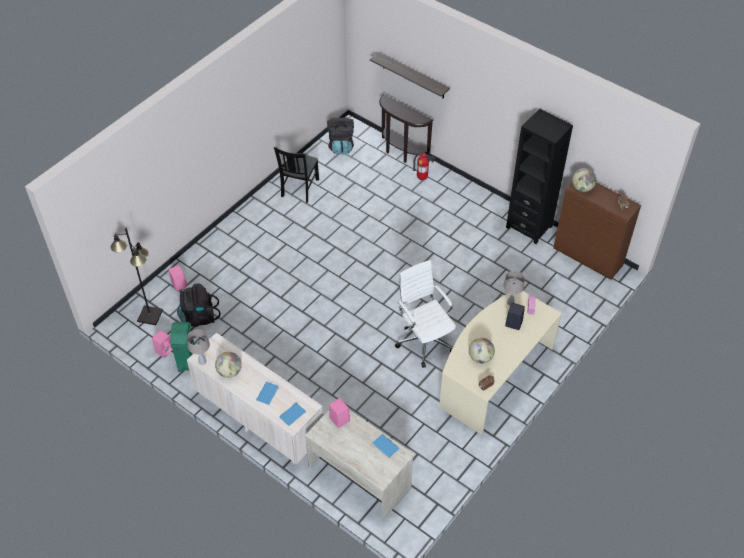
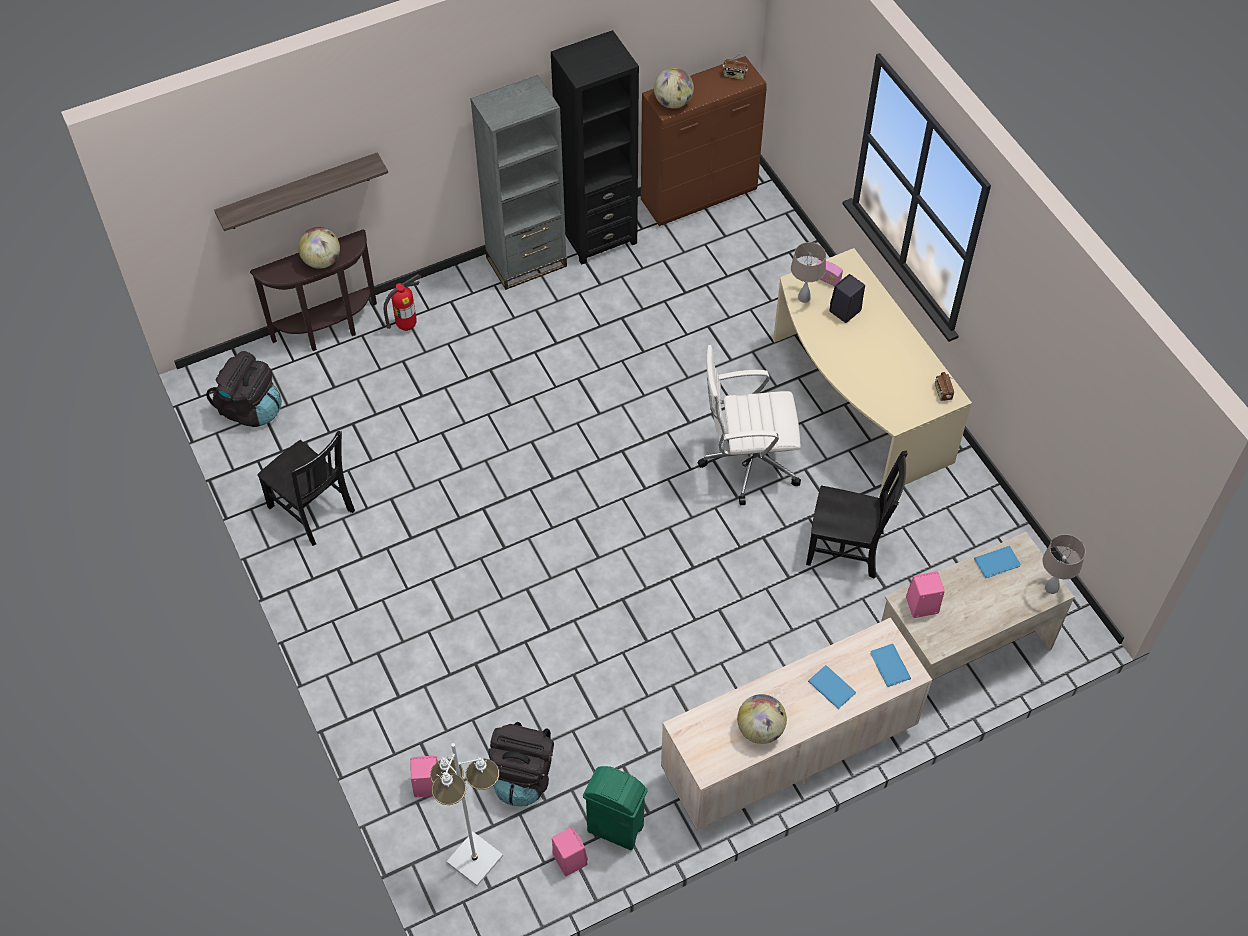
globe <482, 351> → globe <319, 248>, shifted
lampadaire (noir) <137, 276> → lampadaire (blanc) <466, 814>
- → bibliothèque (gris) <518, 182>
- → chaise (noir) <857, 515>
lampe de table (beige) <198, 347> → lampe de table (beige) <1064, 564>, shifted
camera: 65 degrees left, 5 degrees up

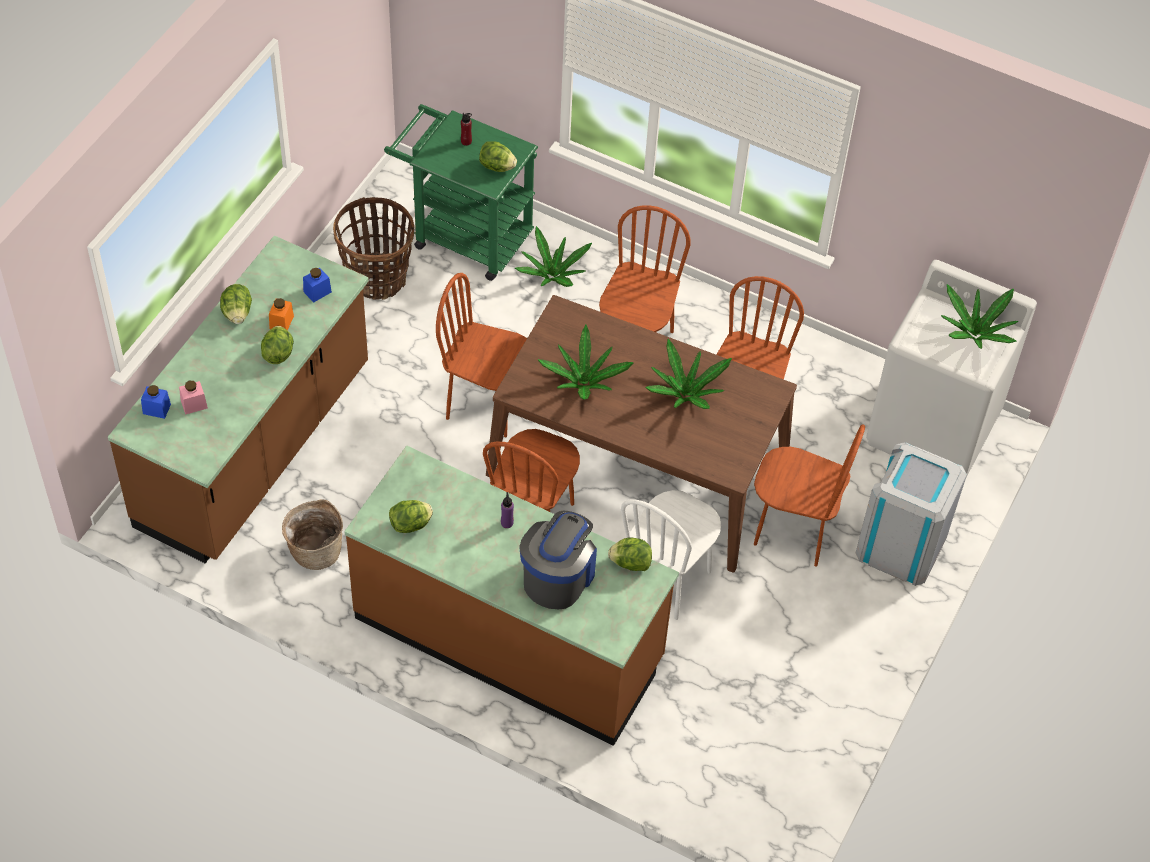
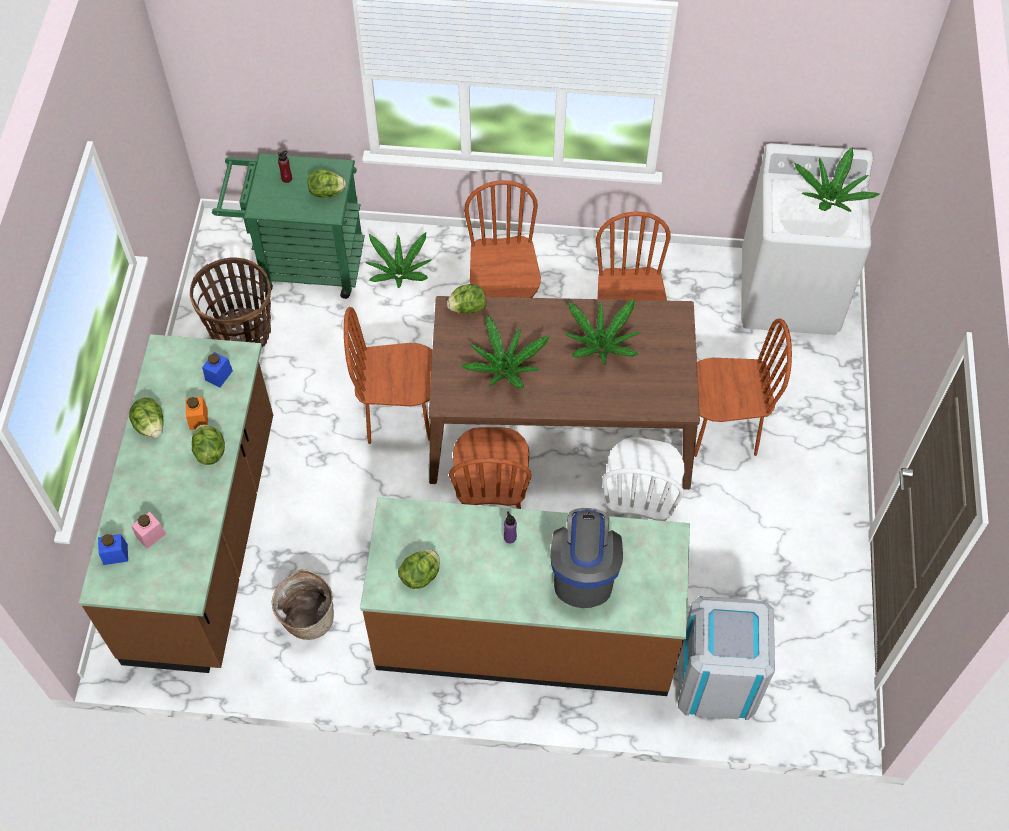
laitue <630, 554> → laitue <466, 298>, shifted
poubelle (gris) <911, 514> → poubelle (gris) <726, 658>, shifted
camera: 20 degrees left, 5 degrees up

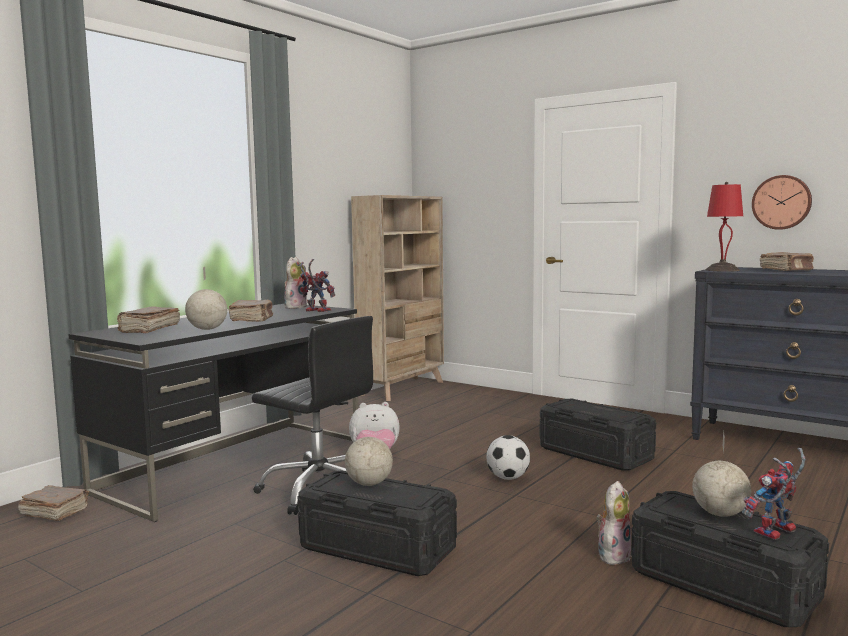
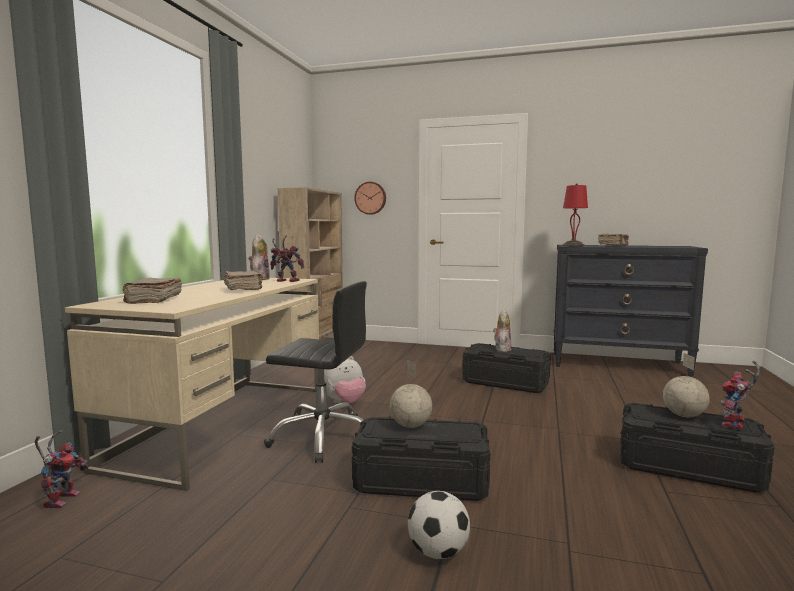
livre (marron) <53, 503> → robot jouet <61, 469>
bureau (noir) <213, 413> → bureau (beige) <192, 384>
horloge murale <782, 202> → horloge murale <370, 198>, shifted
ballon de foot <508, 457> → ballon de foot <439, 525>, shifted
peluche <613, 523> → peluche <502, 330>, shifted
globe <206, 298> → -
camera: 20 degrees left, 0 degrees up

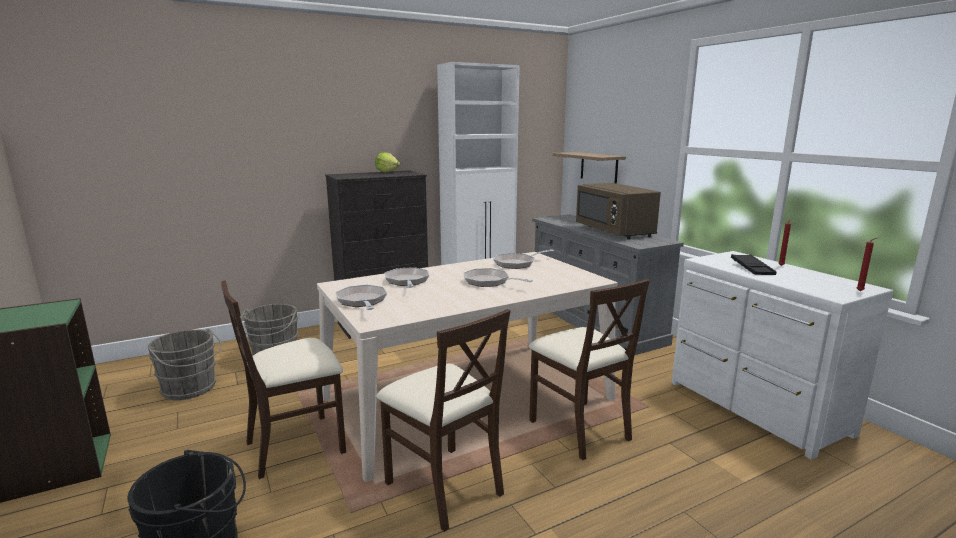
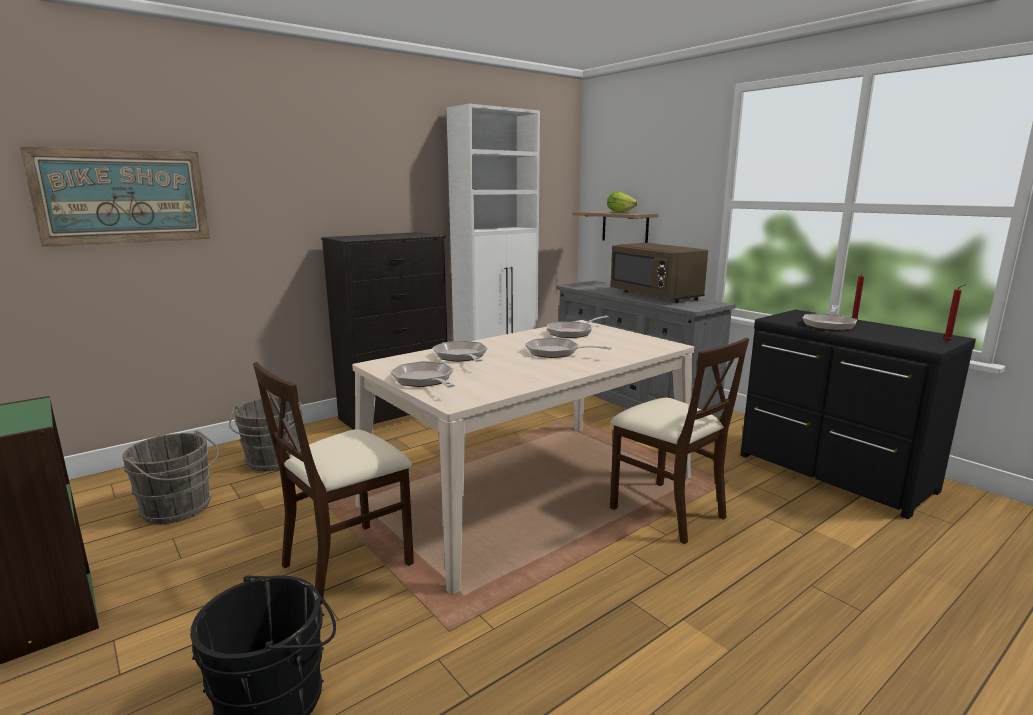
- → tableau <115, 196>
laitue <387, 162> → laitue <622, 202>, shifted
commode (blanc) <783, 355> → commode (noir) <858, 414>
plateau (noir) <754, 264> → poêle <830, 318>
chaise (beige) <443, 420> → -
camera: 10 degrees left, 0 degrees up

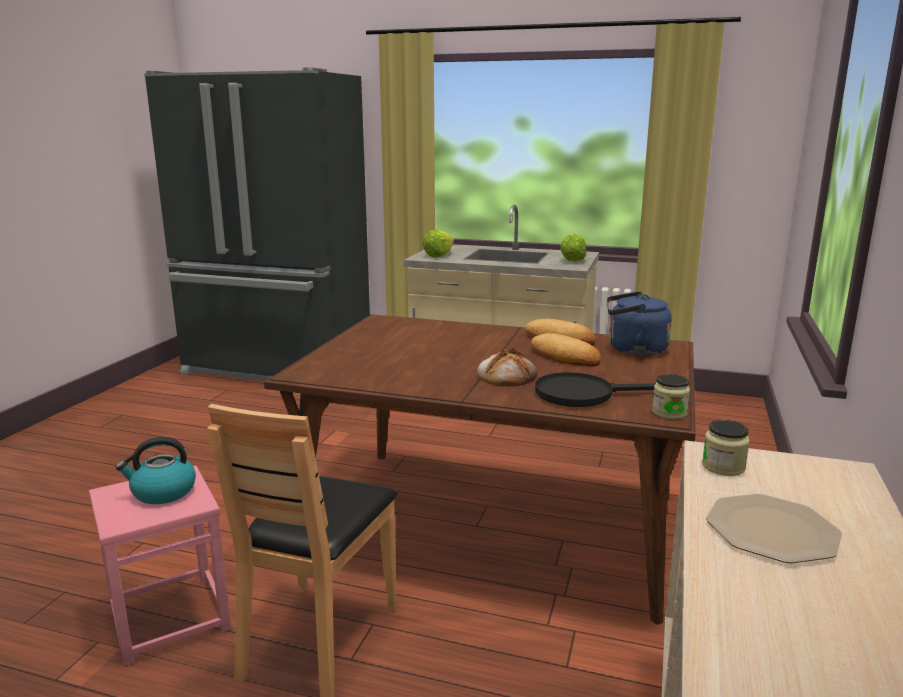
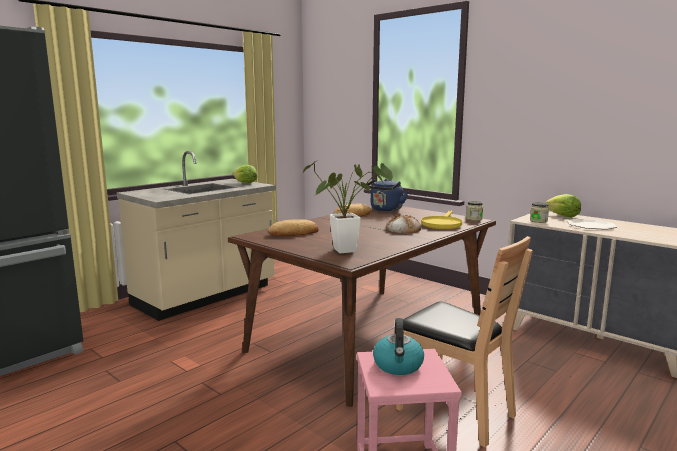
pain <566, 349> → pain <293, 228>, shifted
- → plante en pot <348, 207>
poêle (noir) <595, 389> → poêle (jaune) <441, 219>
laitue <438, 243> → laitue <563, 205>, shifted
camera: 65 degrees left, 5 degrees down

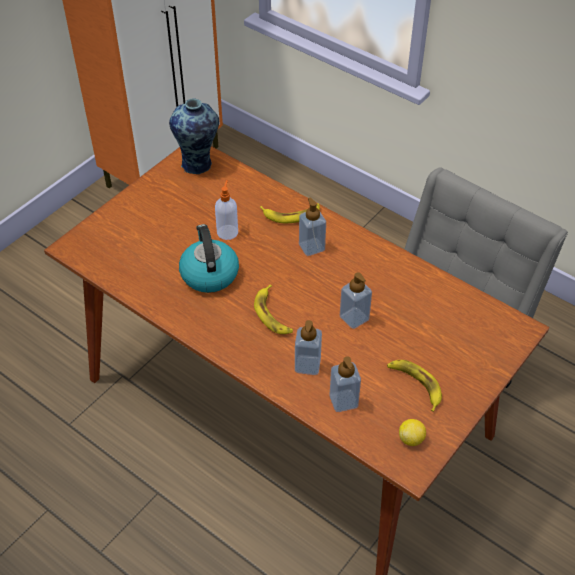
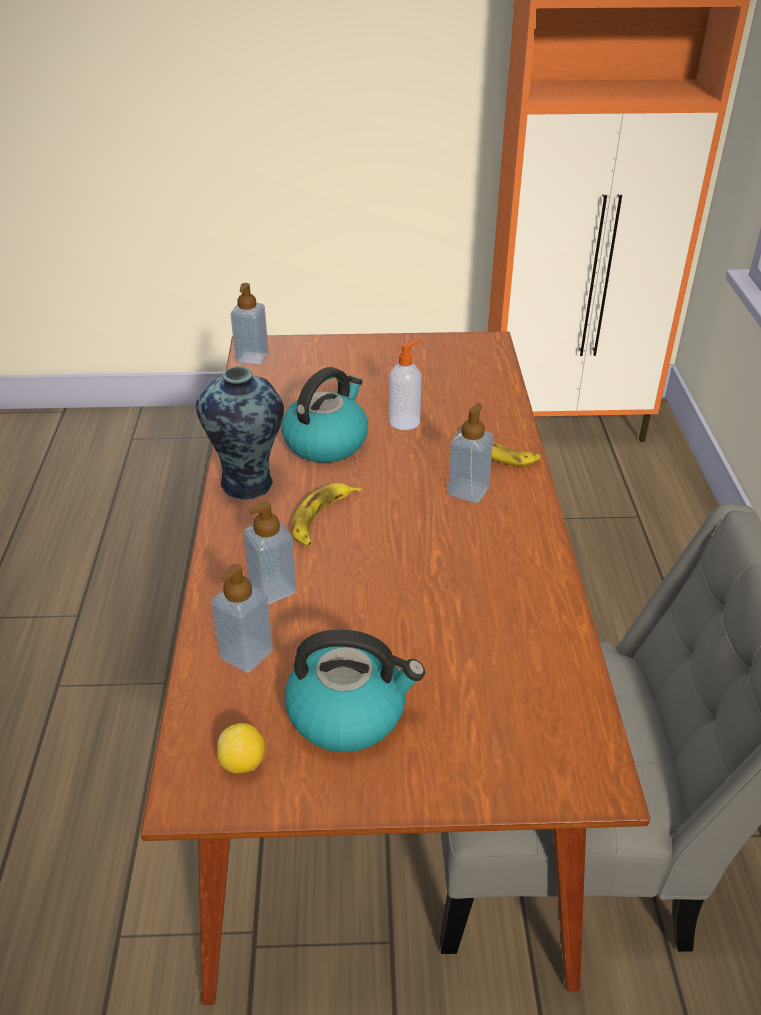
vase <194, 136> → vase <240, 433>, shifted
distributeur de savon <356, 300> → distributeur de savon <250, 324>, shifted
banane <414, 386> → bouilloire <355, 690>
camera: 50 degrees right, 10 degrees down

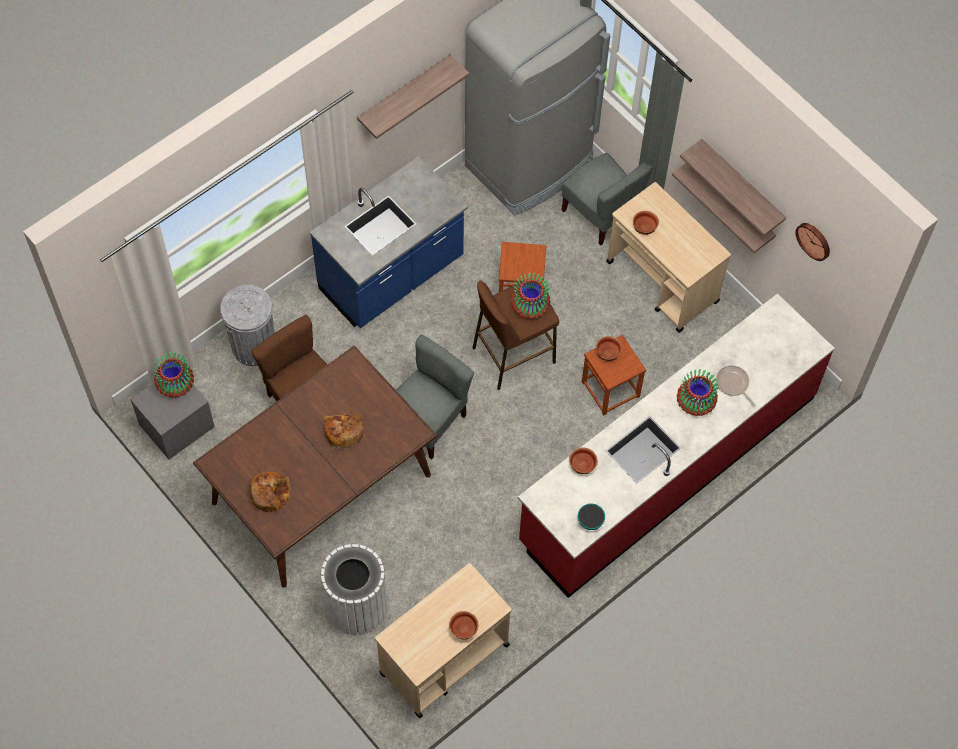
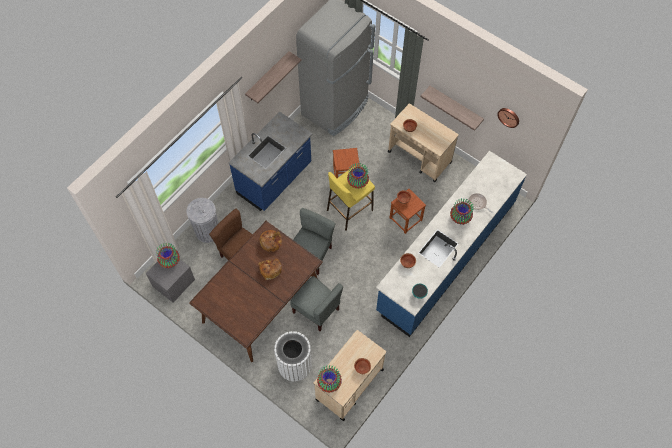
pain <270, 492> → pain <270, 241>, shifted
chaise (gris) <607, 199> → chaise (gris) <316, 303>, shifted
- → vase <329, 379>
tabouret (marron) <515, 334> → tabouret (jaune) <351, 198>
comptoir de cuisine (rouge) <676, 445> → comptoir de cuisine (bleu) <451, 244>
étagère <733, 187> → -
camera: 10 degrees left, 0 degrees up

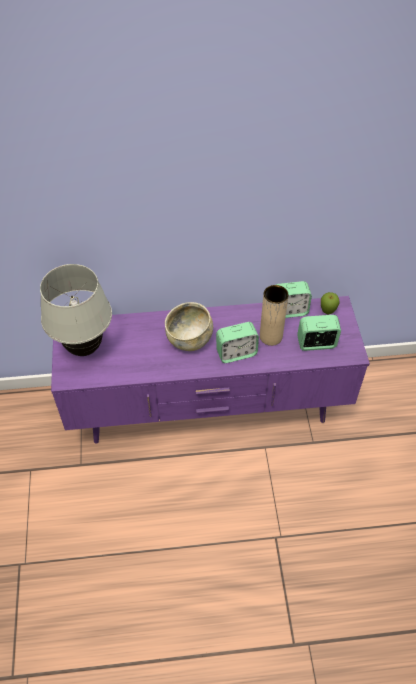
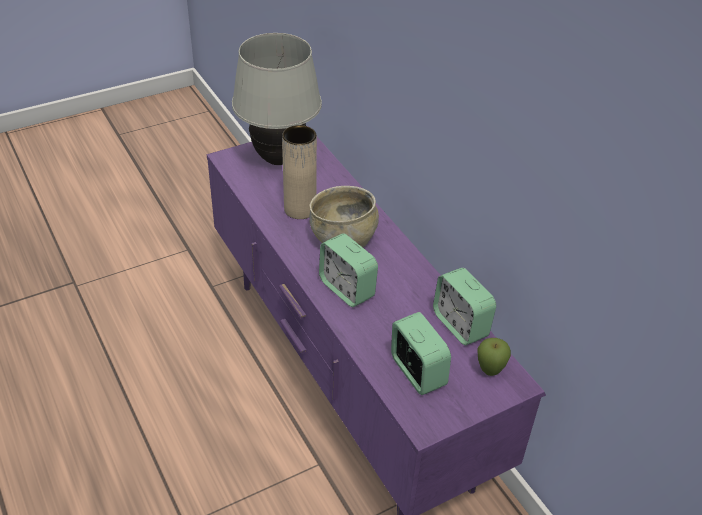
vase (beige) <274, 315> → vase (beige) <299, 172>, shifted
camera: 65 degrees right, 10 degrees down

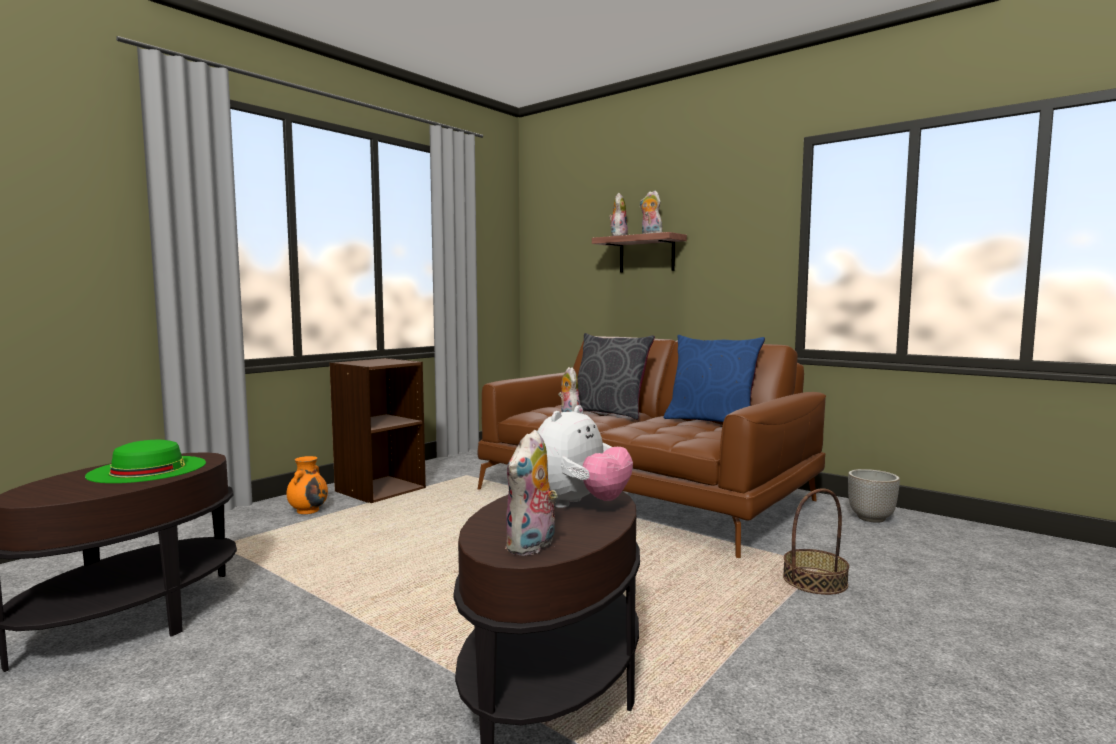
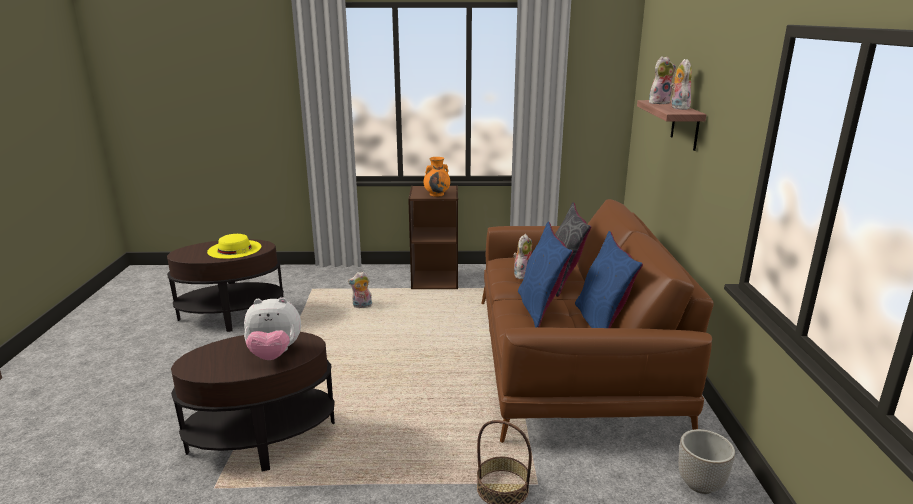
chapeau (vert) <145, 461> → chapeau (jaune) <234, 246>
peluche <531, 493> → peluche <360, 289>, shifted
vase (orange) <307, 485> → vase (orange) <437, 177>, shifted
- → coussin (bleu) <545, 274>
camera: 50 degrees right, 15 degrees up

